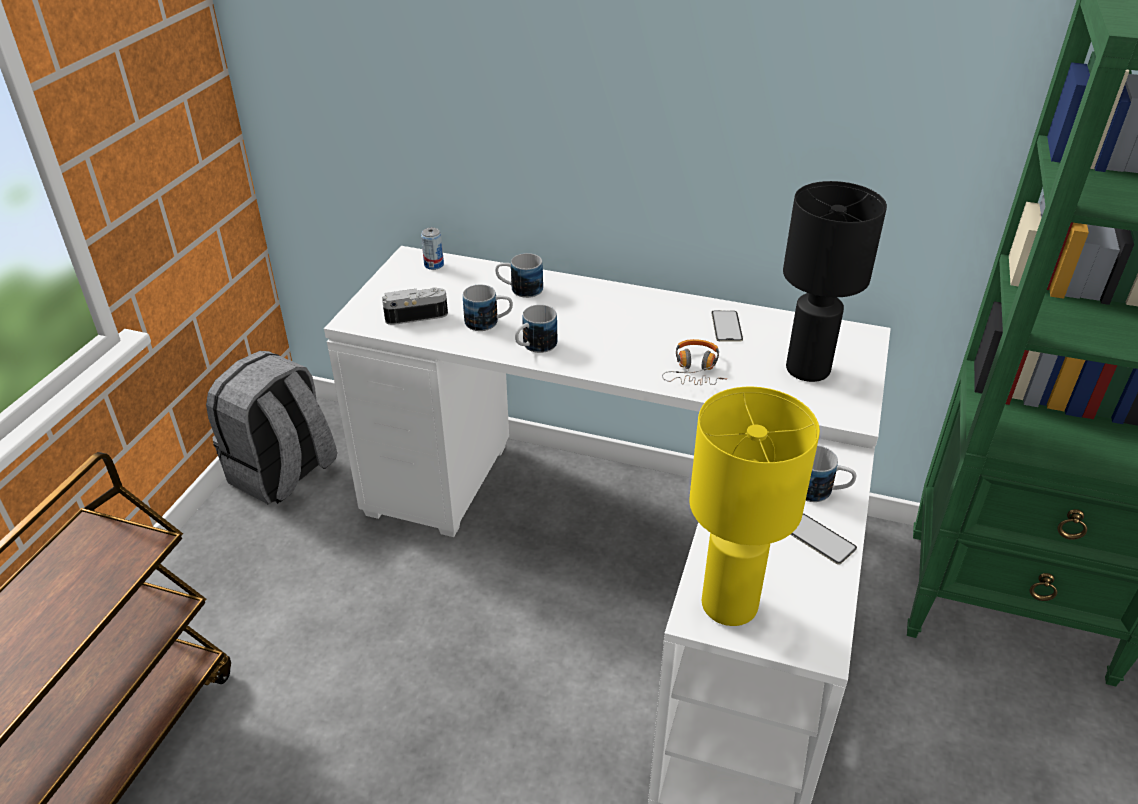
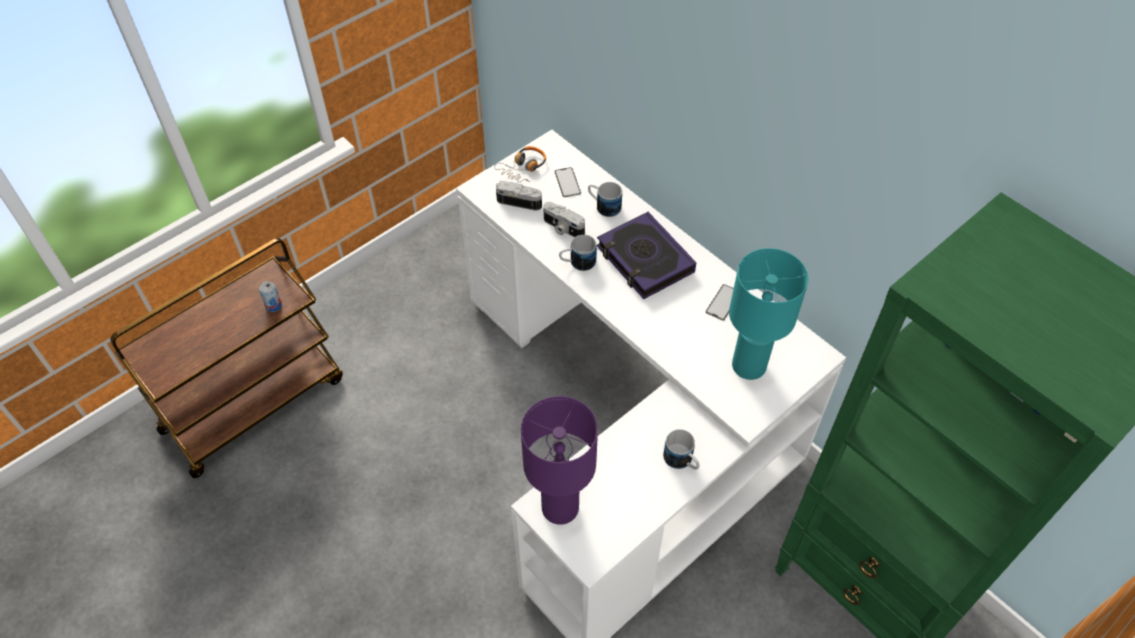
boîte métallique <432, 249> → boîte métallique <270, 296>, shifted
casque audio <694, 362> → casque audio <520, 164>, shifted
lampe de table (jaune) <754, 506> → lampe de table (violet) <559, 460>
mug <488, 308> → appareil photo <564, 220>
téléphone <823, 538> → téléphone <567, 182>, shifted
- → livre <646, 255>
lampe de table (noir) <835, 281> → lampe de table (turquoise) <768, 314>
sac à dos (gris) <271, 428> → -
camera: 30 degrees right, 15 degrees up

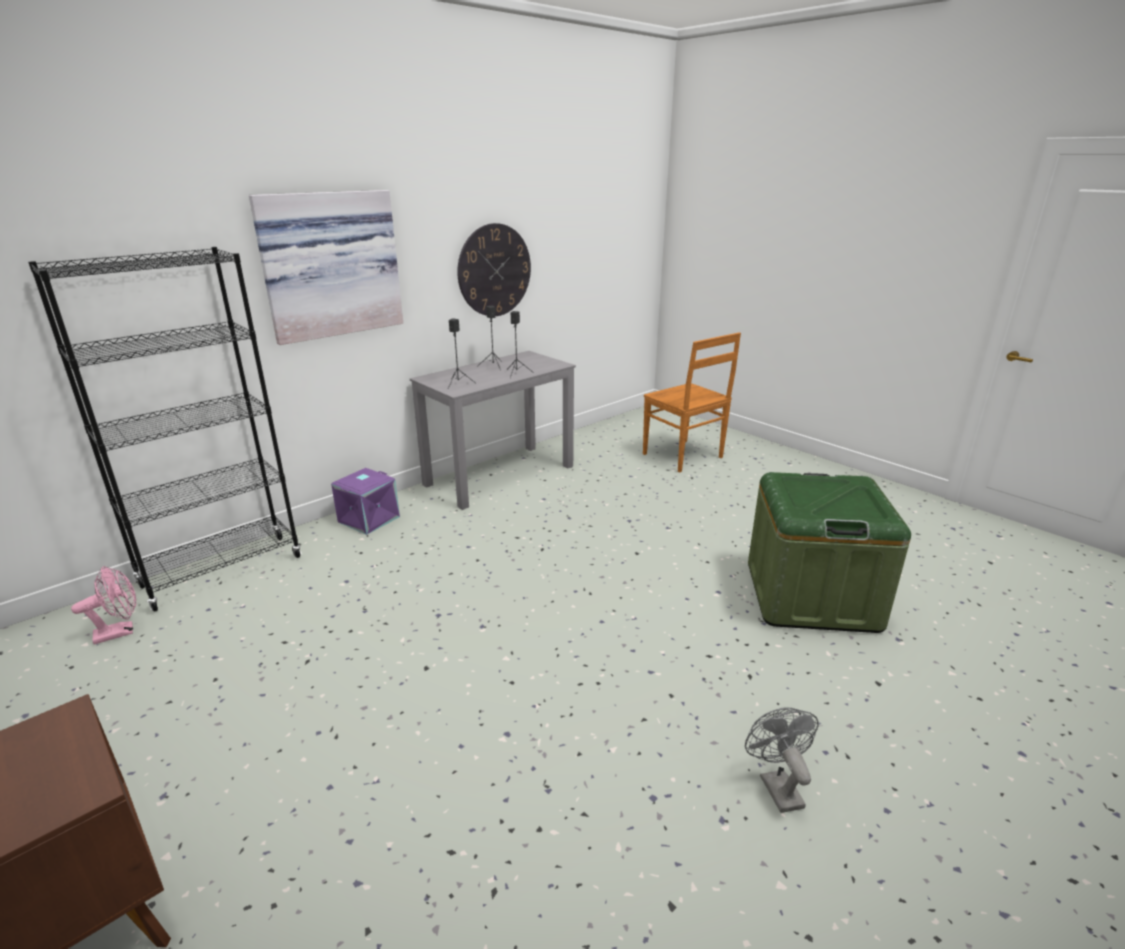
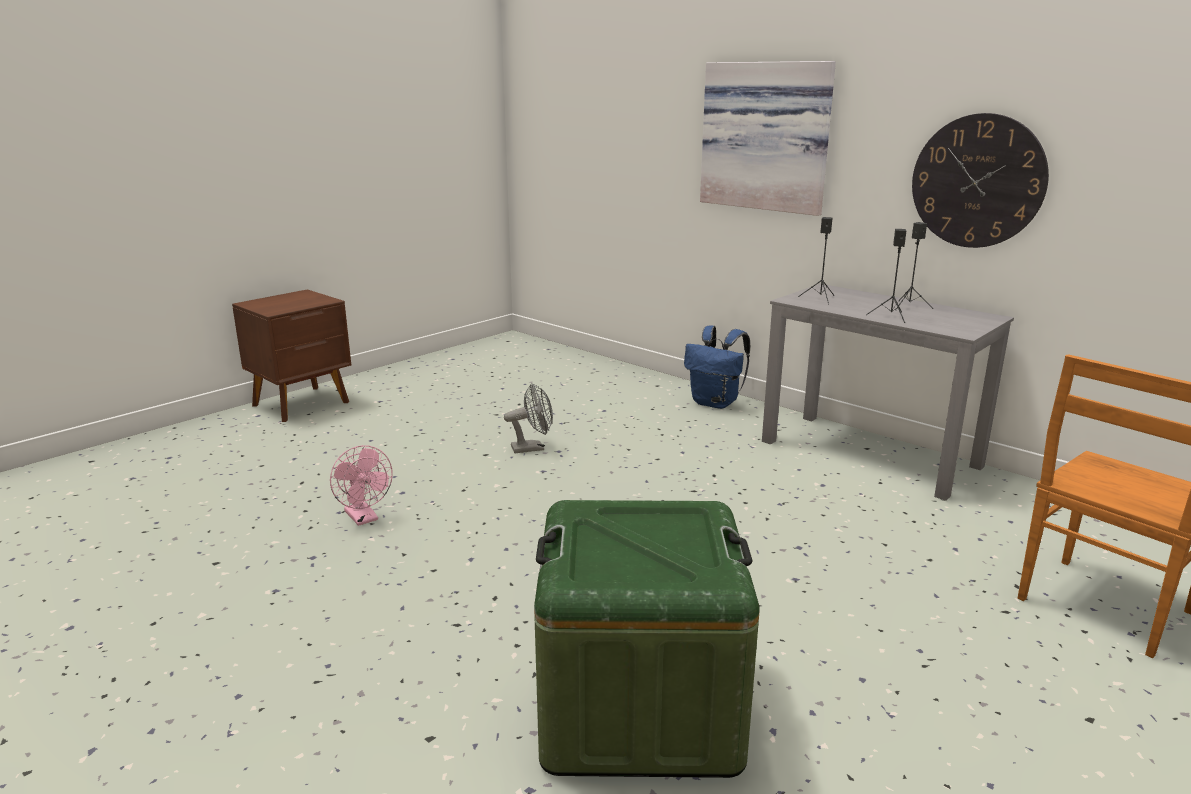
ventilateur (rose) <103, 605> → ventilateur (rose) <361, 485>, shifted
ventilateur (gris) <782, 760> → ventilateur (gris) <528, 418>, shifted
boîte de rangement (violet) <365, 501> → sac à dos (bleu) <717, 367>
bibliothèque (noir) <165, 429> → -
camera: 85 degrees right, 5 degrees down

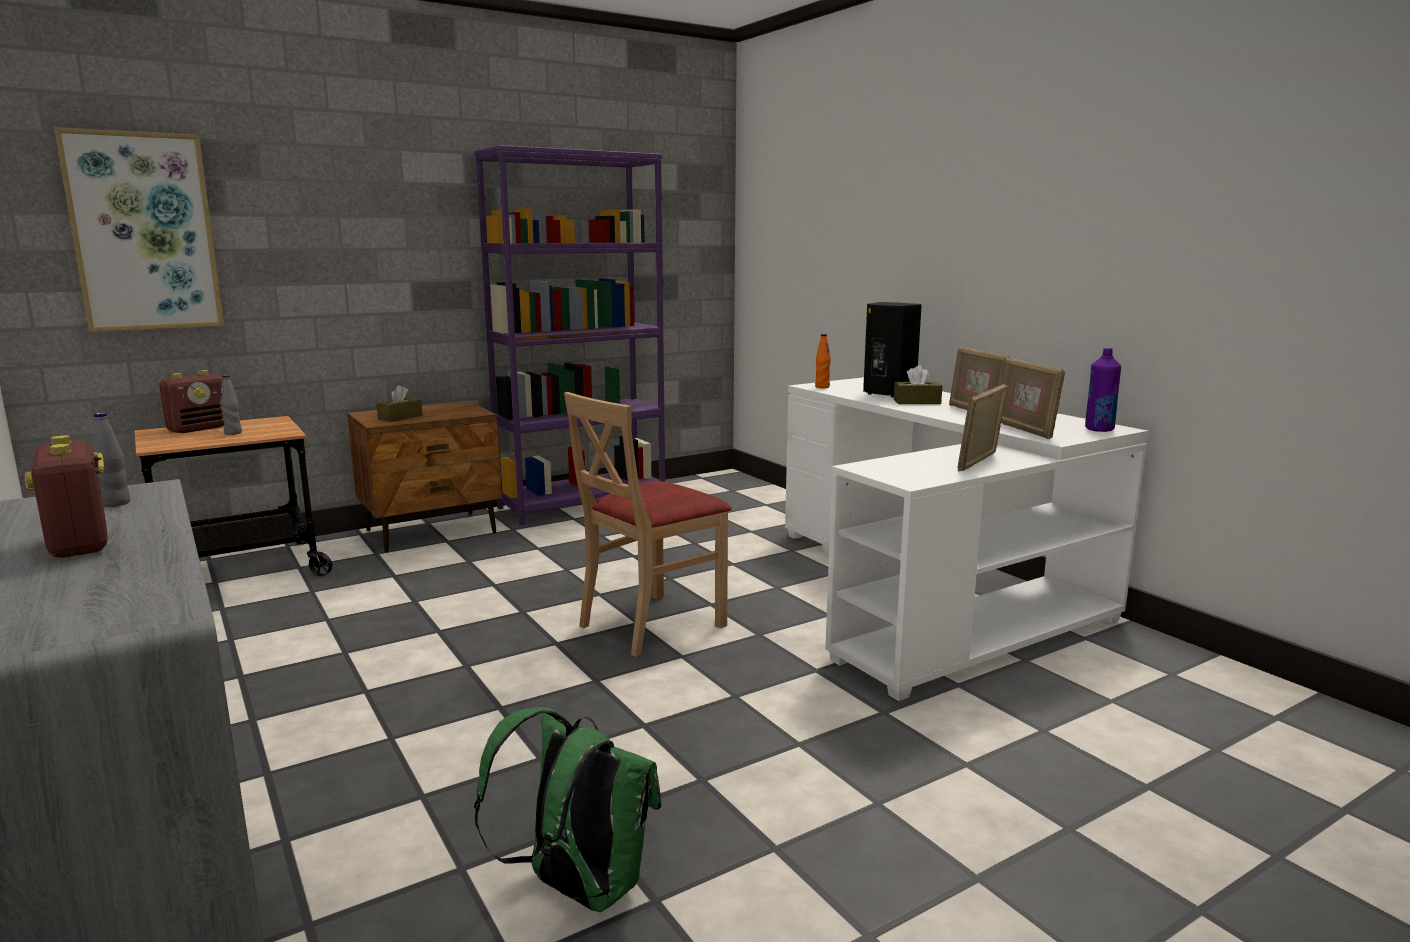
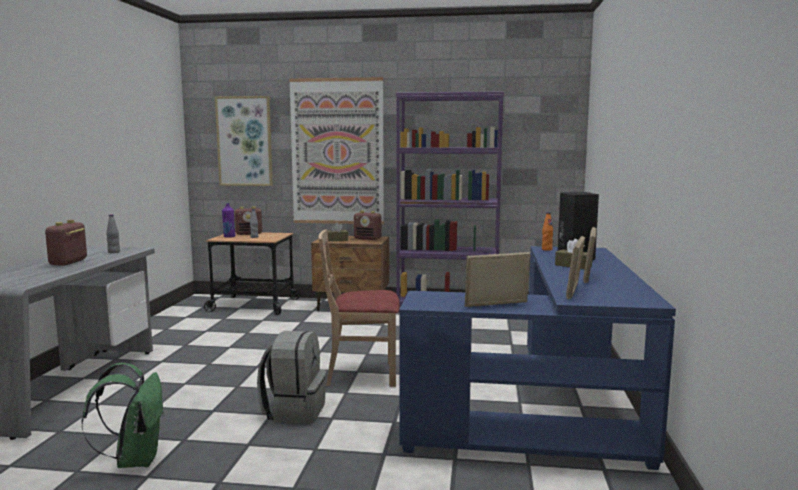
bouteille (violet) <1103, 390> → bouteille (violet) <229, 220>, shifted
- → sac à dos (gris) <292, 377>
- → tableau <336, 150>
- → radio <367, 225>
bureau (blanc) <966, 539> → bureau (bleu) <537, 358>
camera: 40 degrees right, 5 degrees down

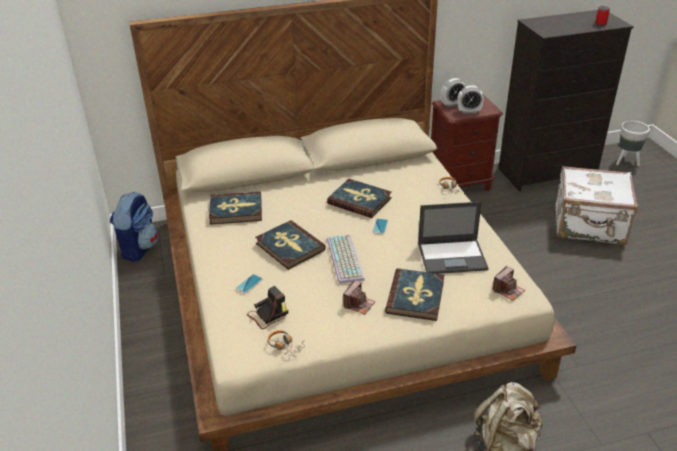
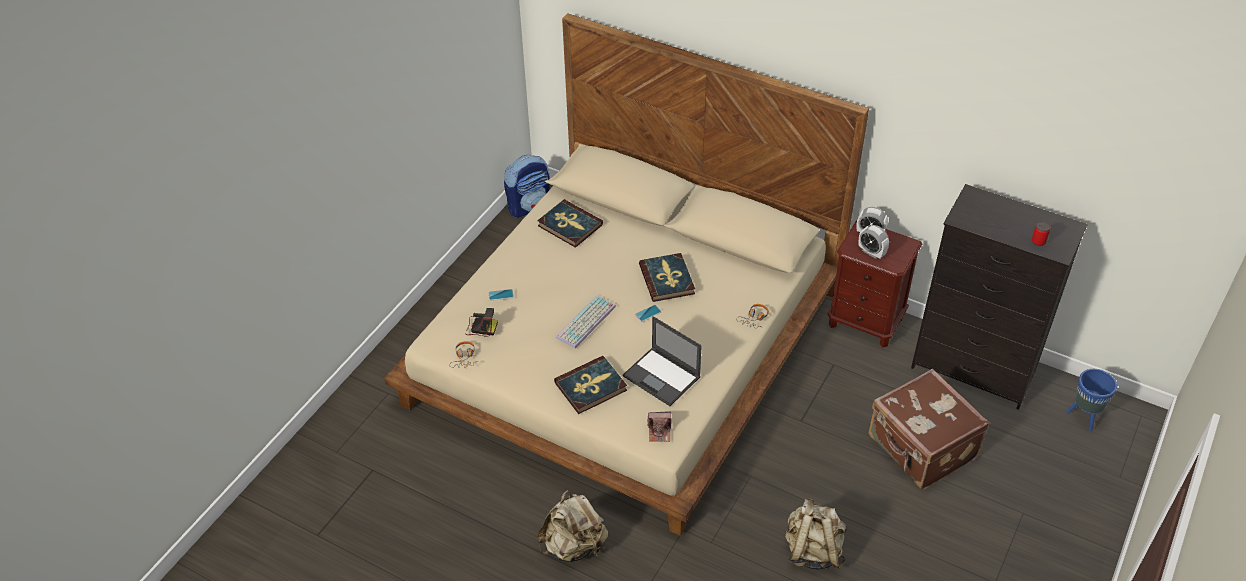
- → sac à dos (beige) <816, 534>
valise (blanc) <596, 205> → valise (marron) <929, 429>
cache-pot (blanc) <633, 143> → cache-pot (bleu) <1091, 400>
livre <290, 245> → -
appareil photo <359, 297> → -
camera: 45 degrees right, 10 degrees up

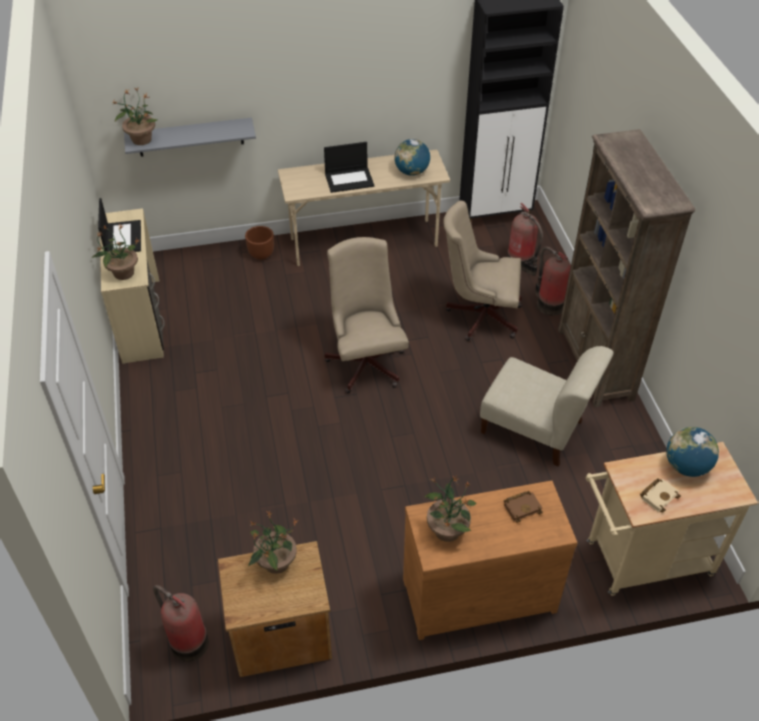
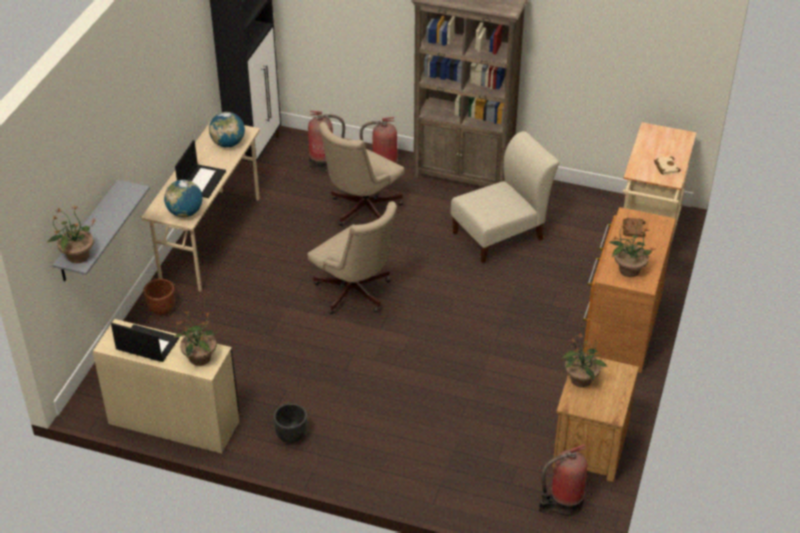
globe <693, 452> → globe <183, 198>, shifted
- → cache-pot (noir) <290, 423>
chaise de bureau (beige) <367, 315> → chaise de bureau (beige) <352, 257>, 150 degrees counterclockwise
camera: 60 degrees left, 5 degrees down

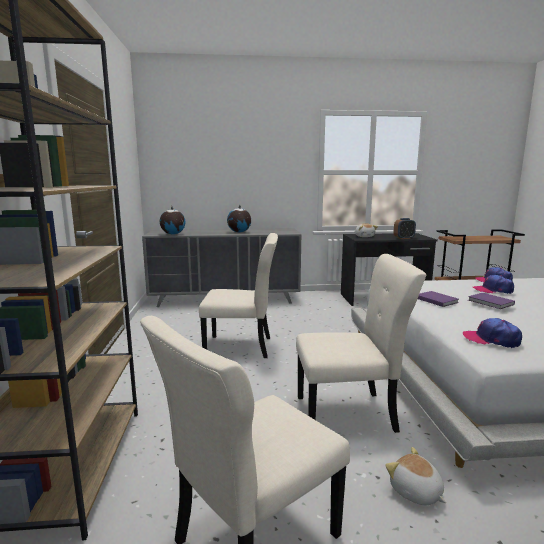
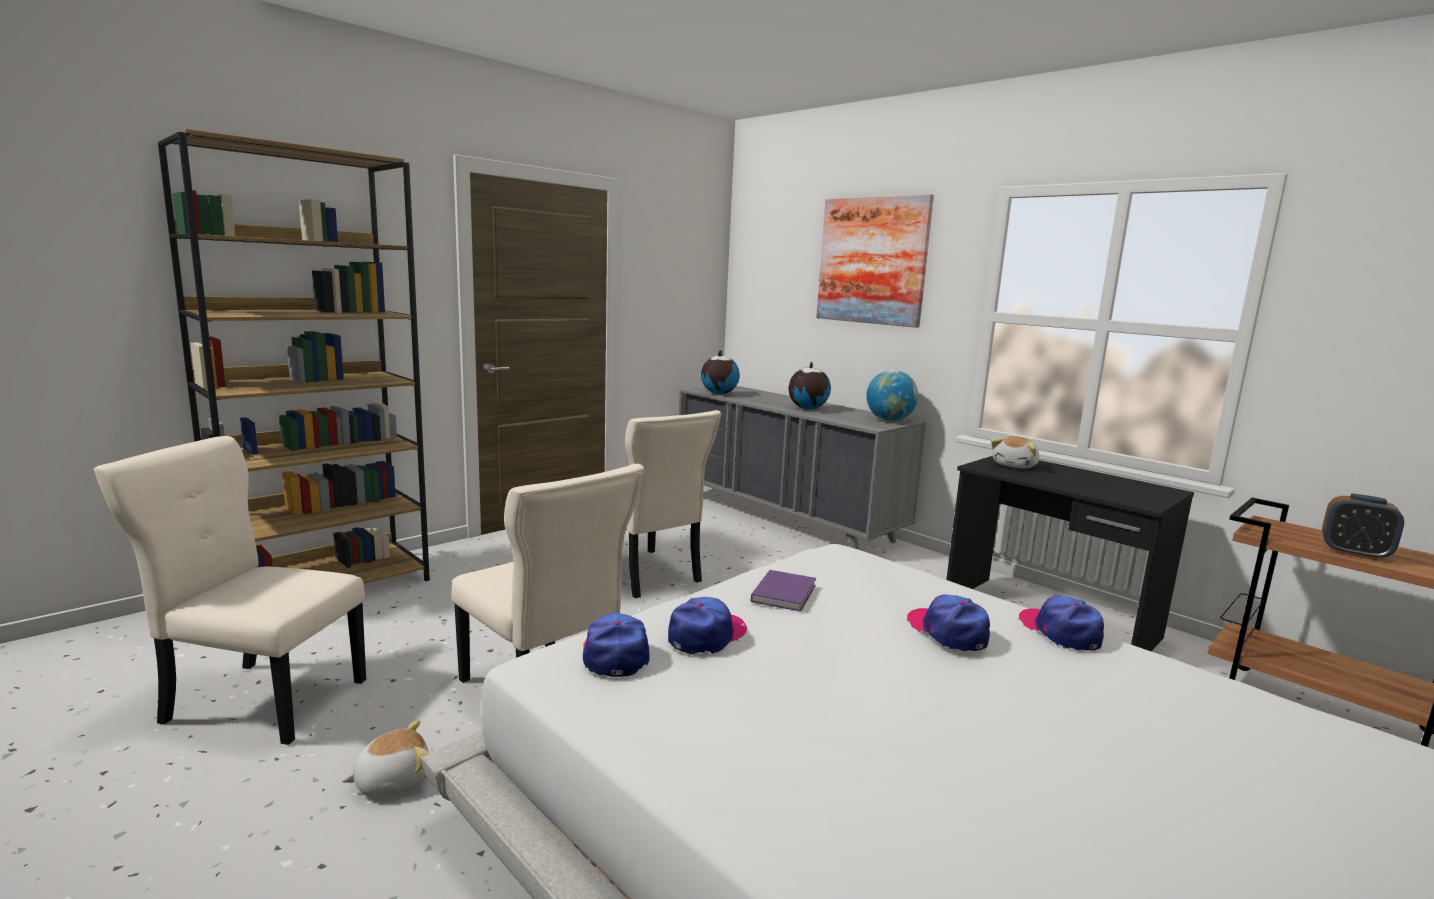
peluche <415, 476> → peluche <386, 758>, 45 degrees clockwise
- → casquette <707, 625>
- → tableau <875, 261>
- → globe <892, 395>
réveil <405, 228> → réveil <1363, 527>, shifted
livre (violet) <491, 301> → -
camera: 50 degrees right, 0 degrees up

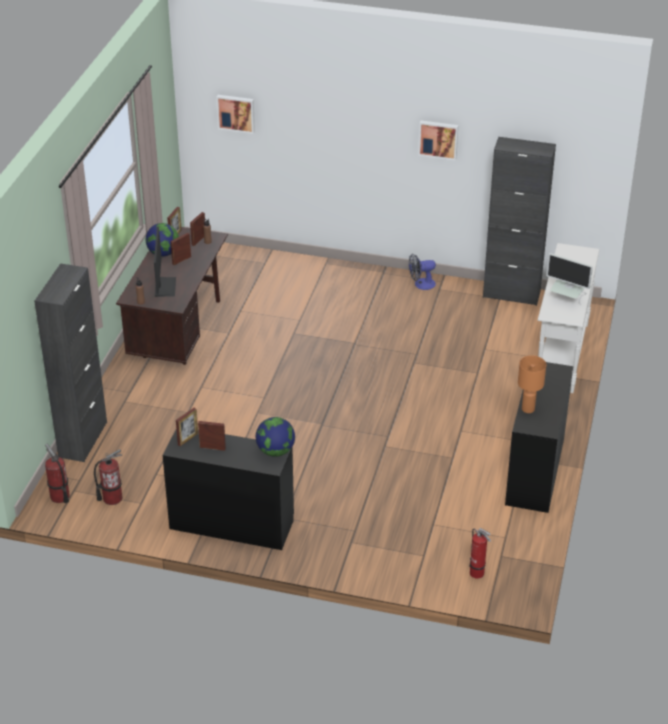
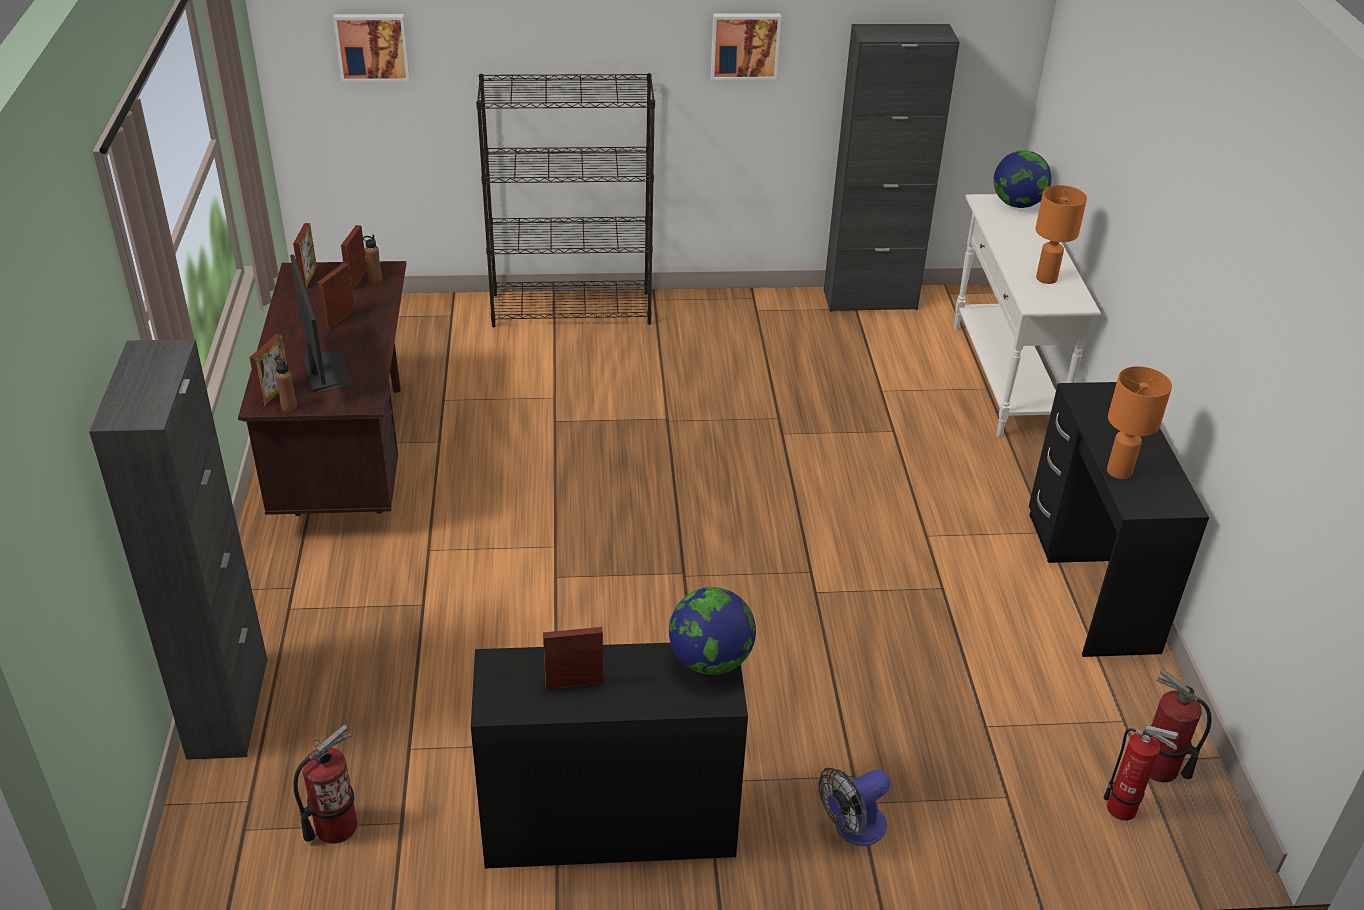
cadre photo <187, 427> → cadre photo <268, 370>, shifted
- → bibliothèque (noir) <565, 200>
ventilateur <422, 272> → ventilateur <854, 807>, shifted
globe <162, 240> → globe <1022, 179>, shifted
écran d'ordinateur <569, 279> → lampe de table (orange) <1061, 234>
extincteur <57, 473> → extincteur <1180, 725>, shifted
camera: 20 degrees left, 0 degrees up

